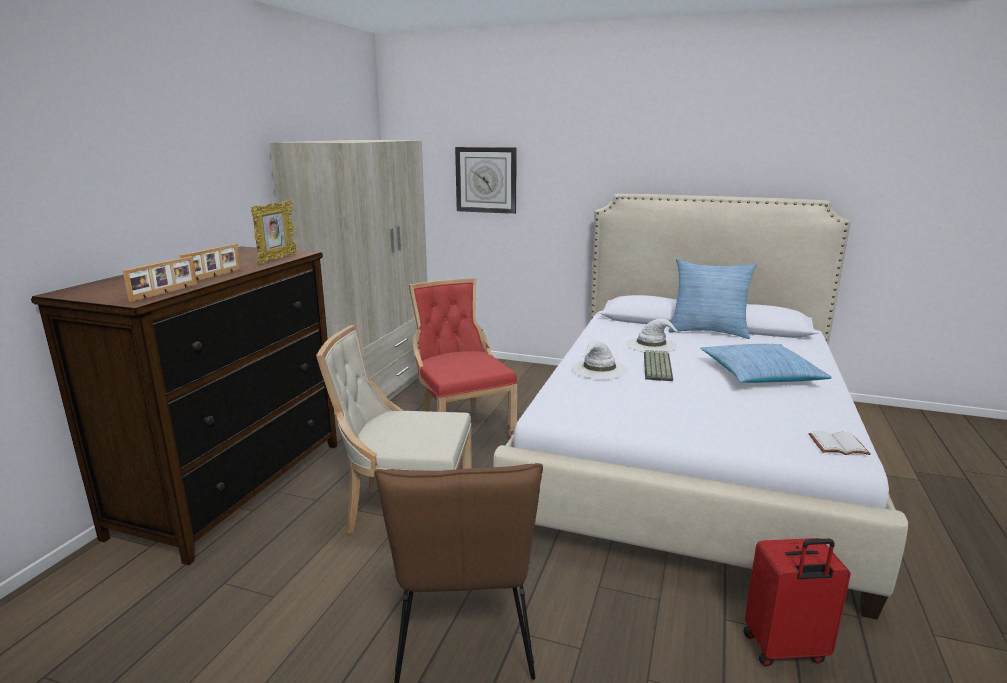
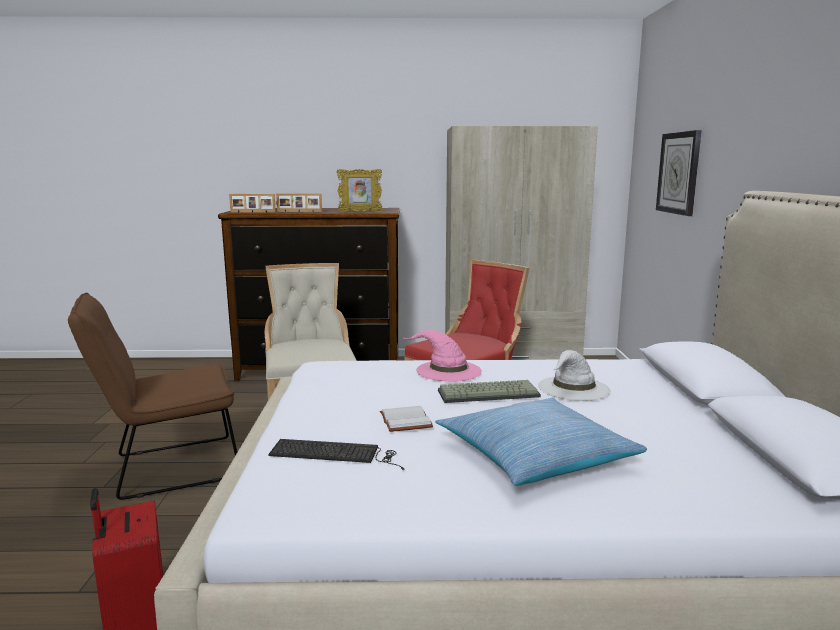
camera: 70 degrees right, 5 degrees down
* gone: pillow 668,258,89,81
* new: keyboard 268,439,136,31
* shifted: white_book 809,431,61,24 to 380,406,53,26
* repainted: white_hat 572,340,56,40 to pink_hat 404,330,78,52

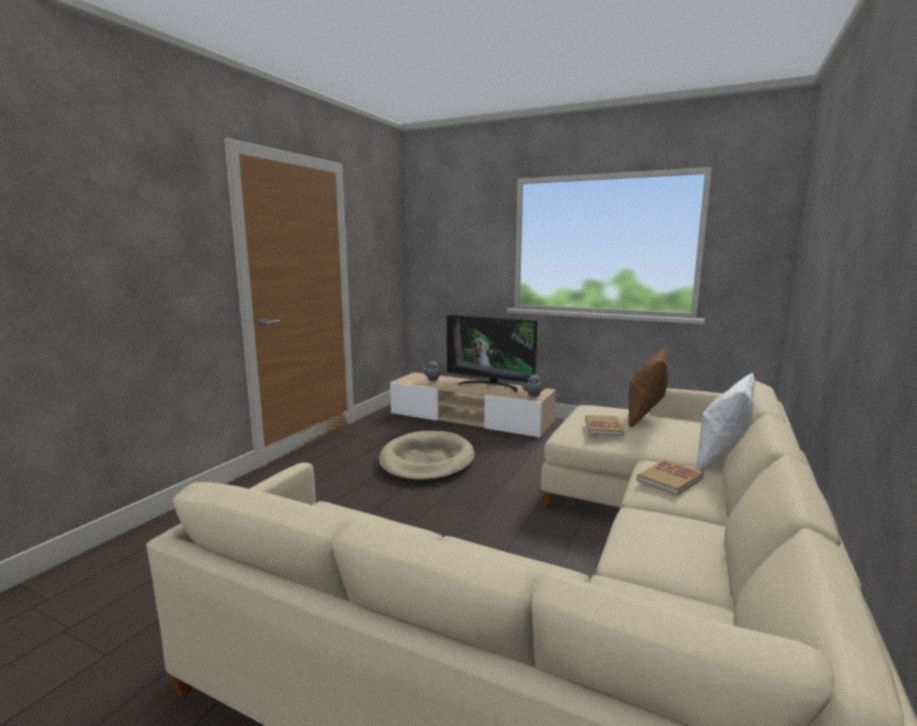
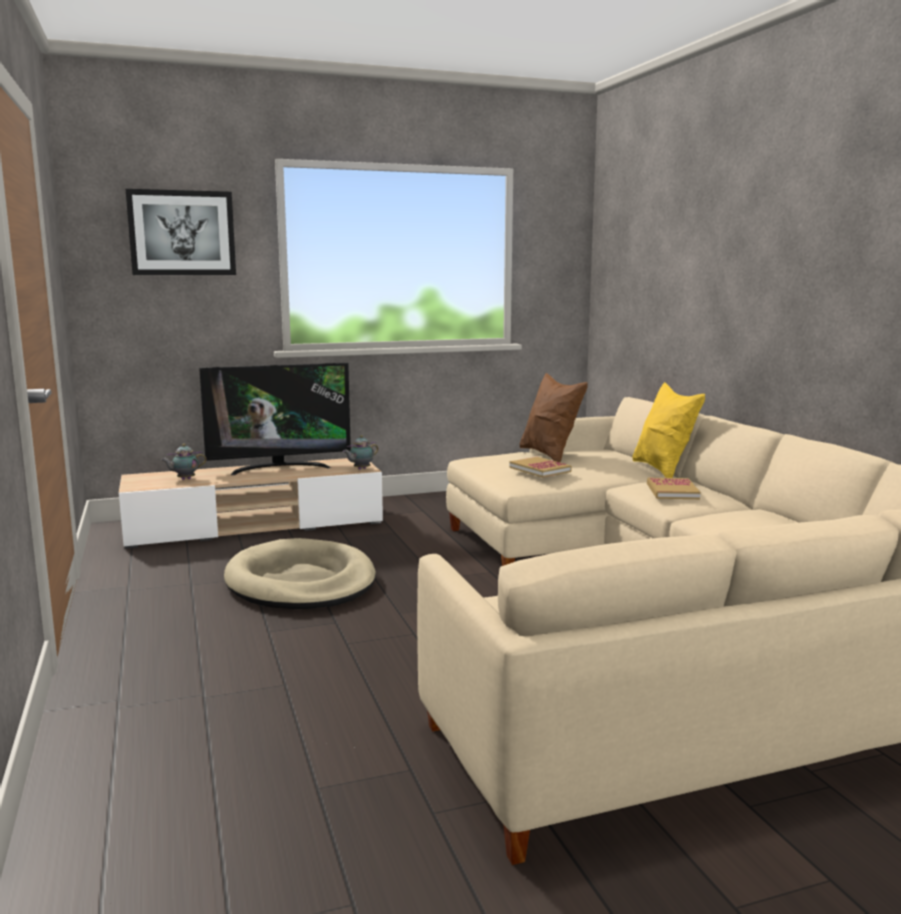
camera: 45 degrees left, 0 degrees up
* new: picture 126,189,110,86
* repainted: white_pillow 697,373,58,96 to yellow_pillow 632,382,73,96

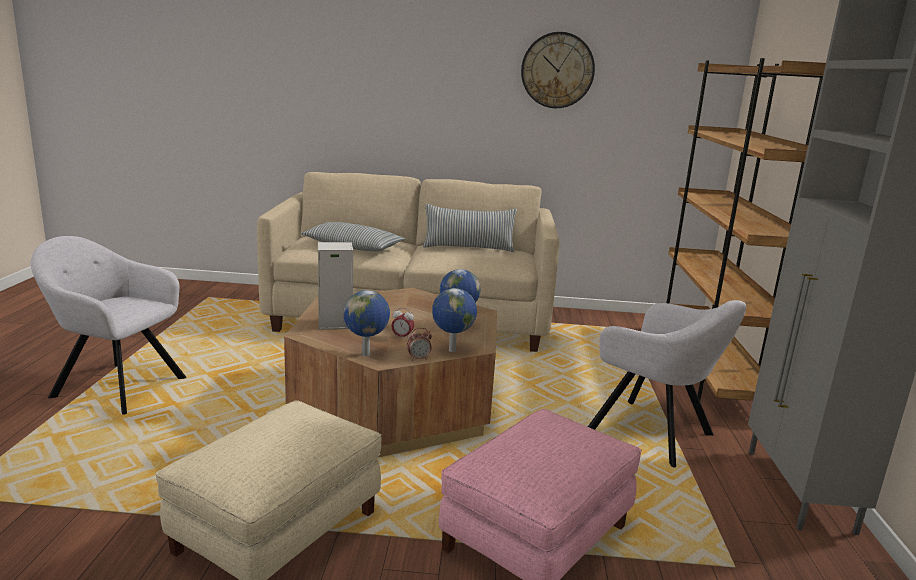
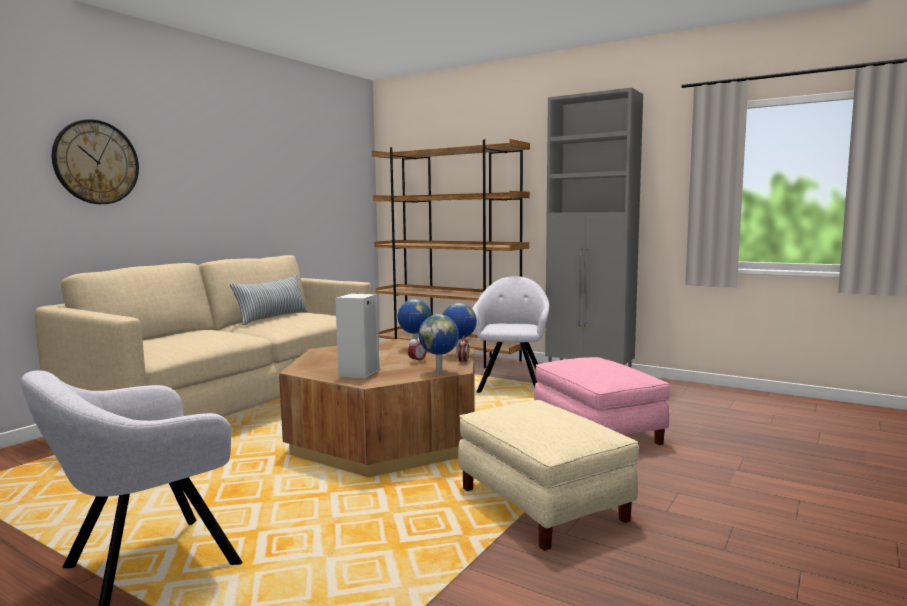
camera: 60 degrees left, 10 degrees down
* gone: pillow 301,222,104,29
* shifted: wall_clock 521,32,74,76 to 52,119,87,85
* rotated: grey_armchair 588,300,158,168 = 472,276,77,117 60 degrees counterclockwise

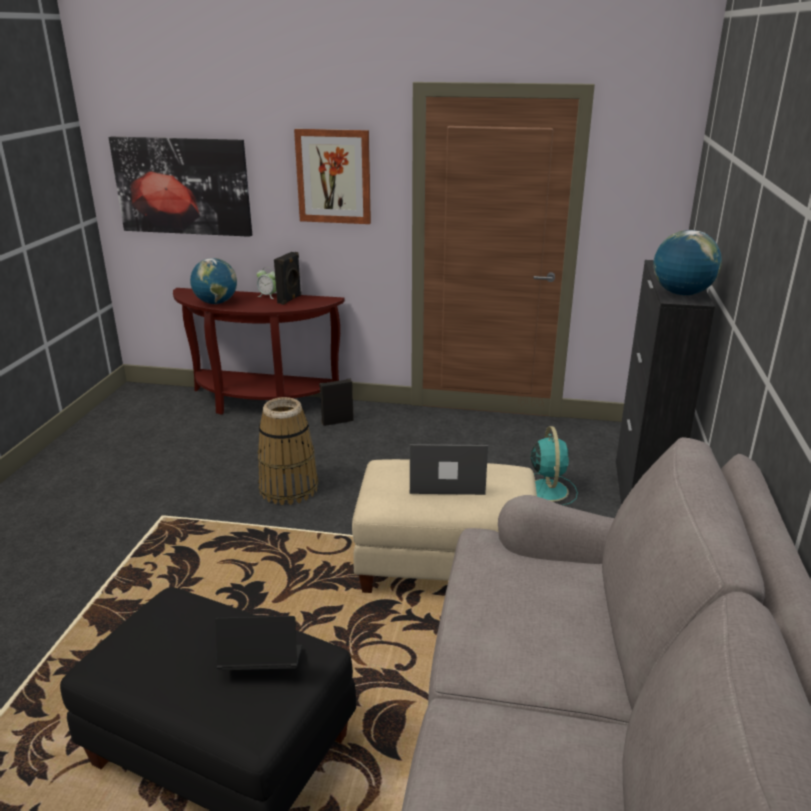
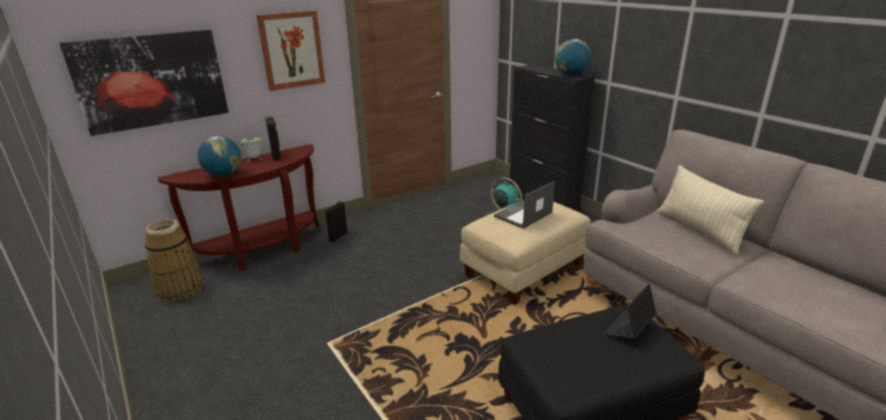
camera: 45 degrees left, 0 degrees up
* new: beige_pillow 658,165,106,90
* shifted: basket 257,397,61,108 to 145,219,60,83

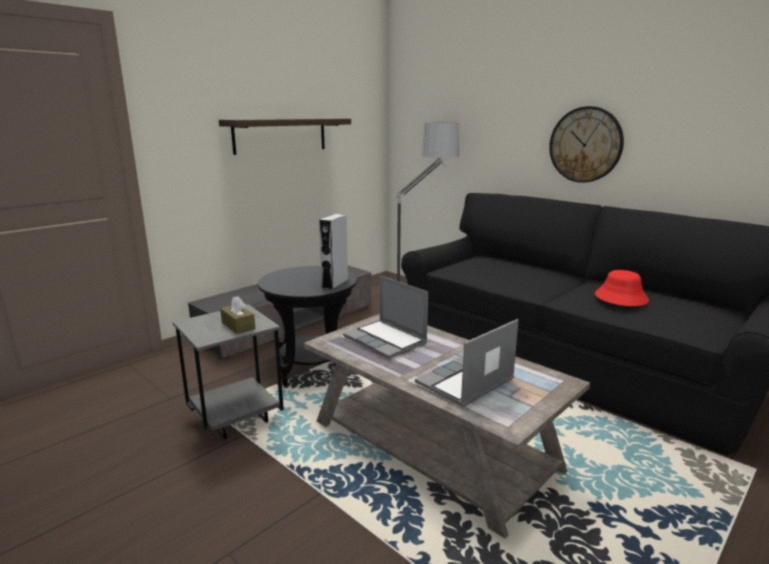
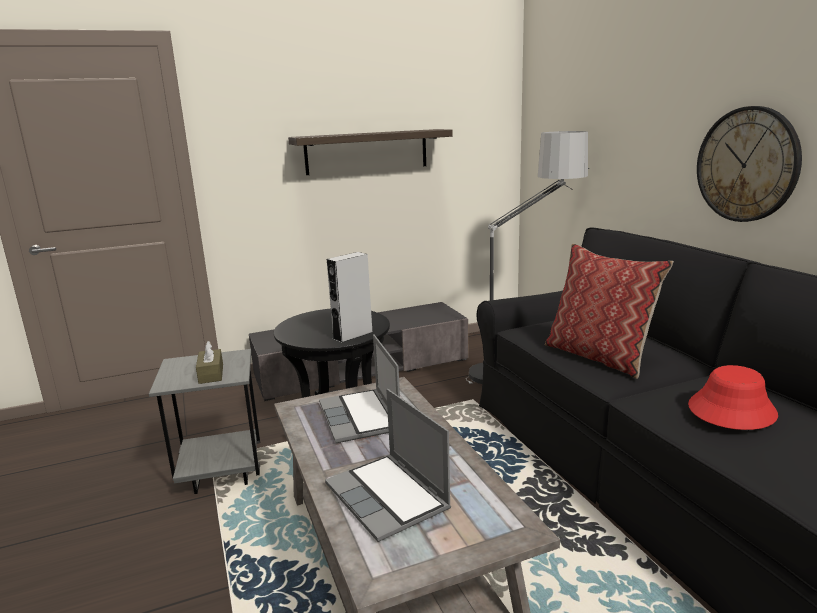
camera: 25 degrees right, 0 degrees up
* new: pillow 545,244,129,135
* rotated: laptop 415,319,103,88 = 325,389,126,153 105 degrees counterclockwise

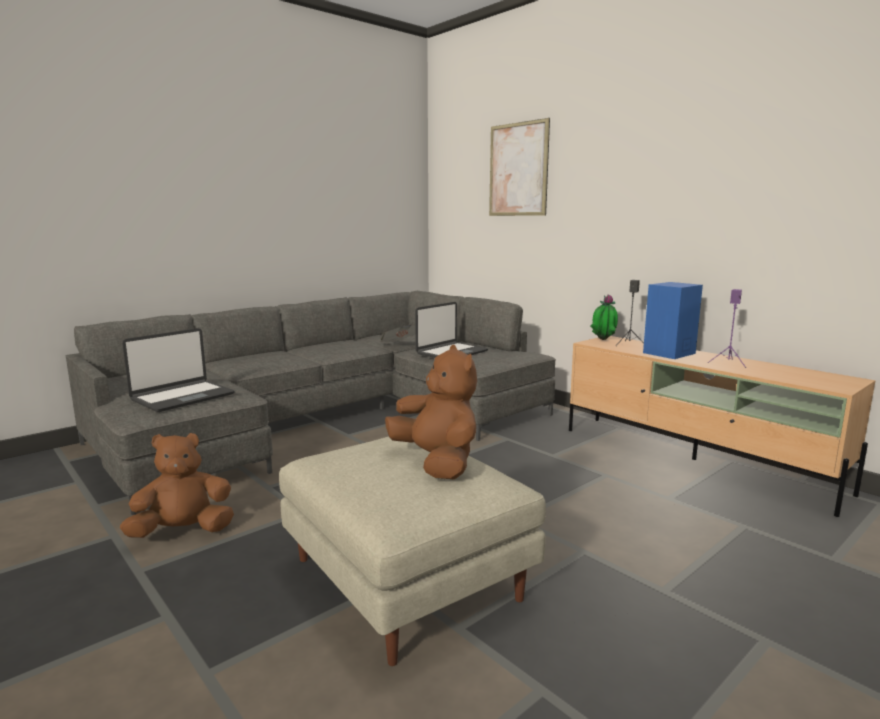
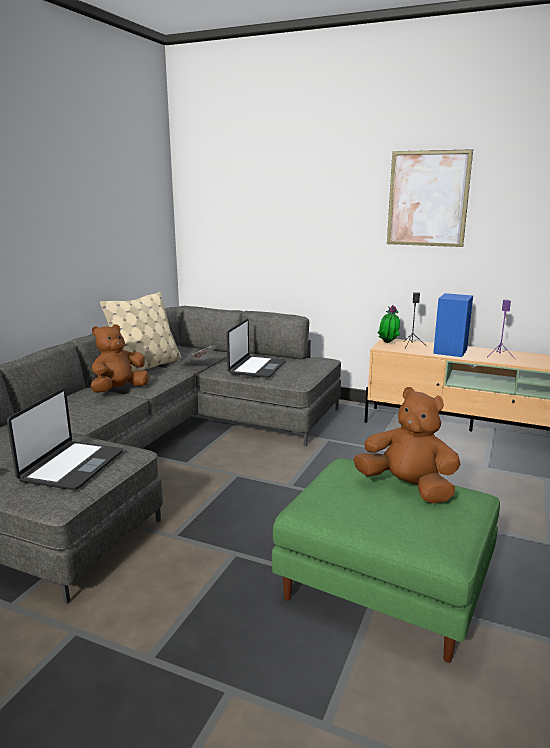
camera: 25 degrees left, 5 degrees up
* new: beige_pillow 100,292,81,79
* shifted: brown_plush_toy 120,433,114,105 to 91,324,58,69
* shifted: picture 489,118,61,98 to 387,149,86,98
* repainted: beige_ottoman 279,437,267,229 to green_ottoman 272,458,228,205

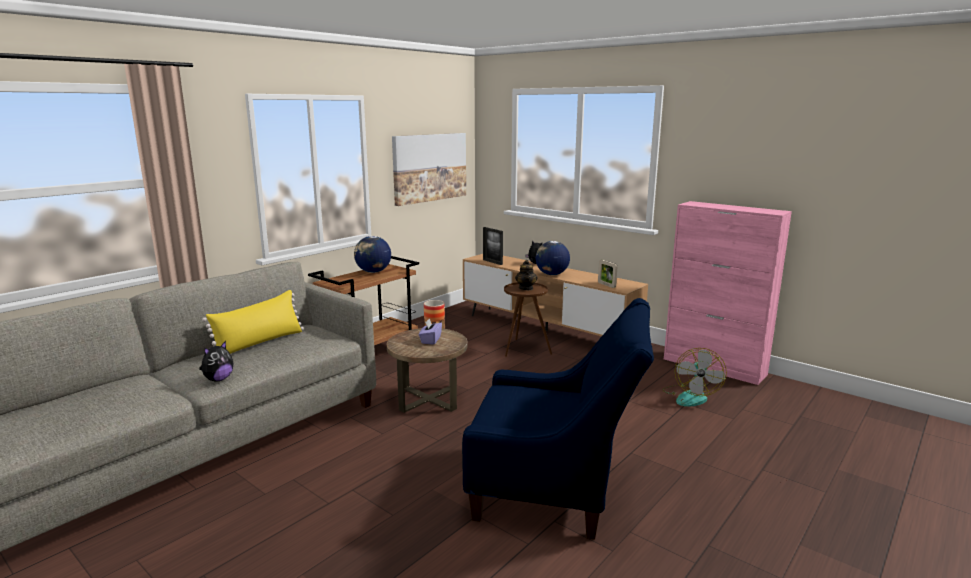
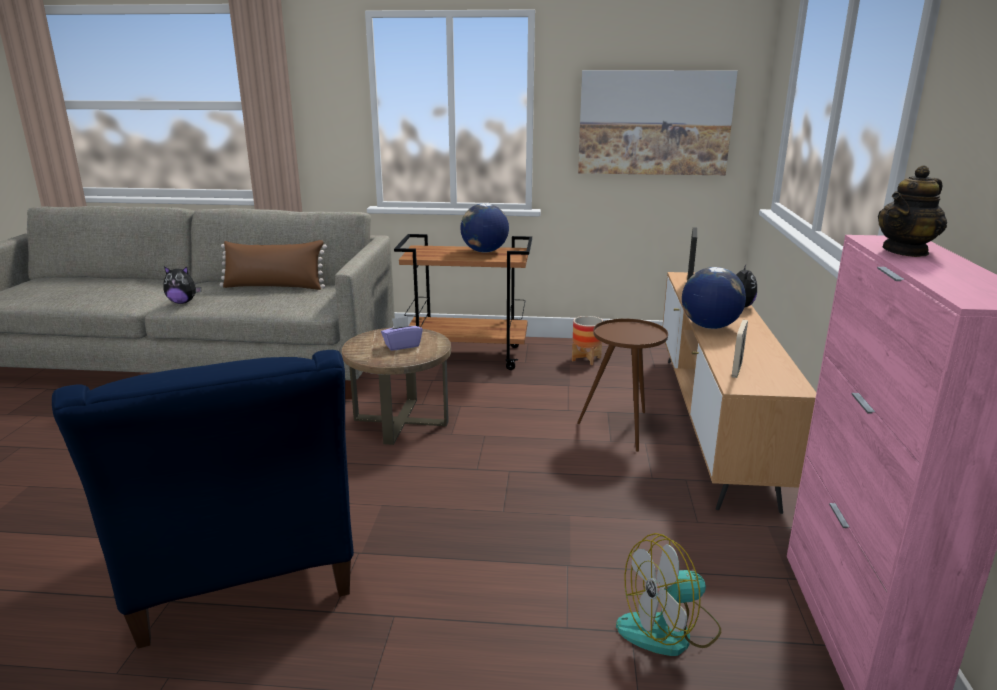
camera: 55 degrees right, 5 degrees up
* shifted: teapot 515,260,22,30 to 878,165,69,92
* repainted: yellow_pillow 202,290,102,64 to brown_pillow 220,240,107,50

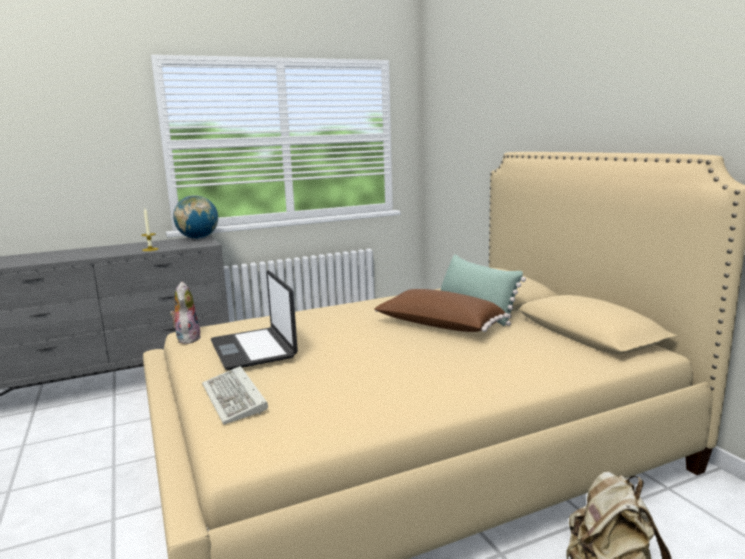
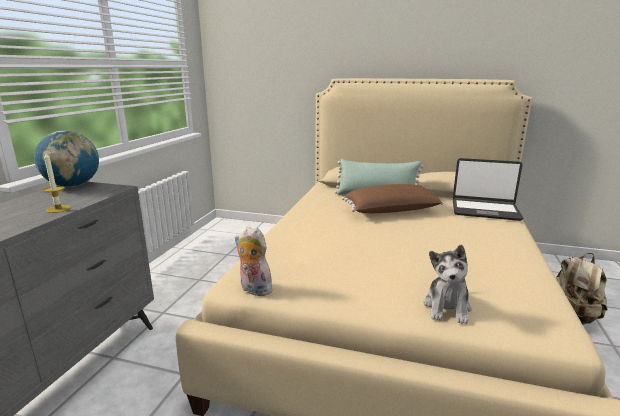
camera: 50 degrees left, 5 degrees up
* shifted: laptop 210,270,88,100 to 453,158,70,63
* swapped: keyboard 202,366,66,58 to plush_toy 424,244,48,80

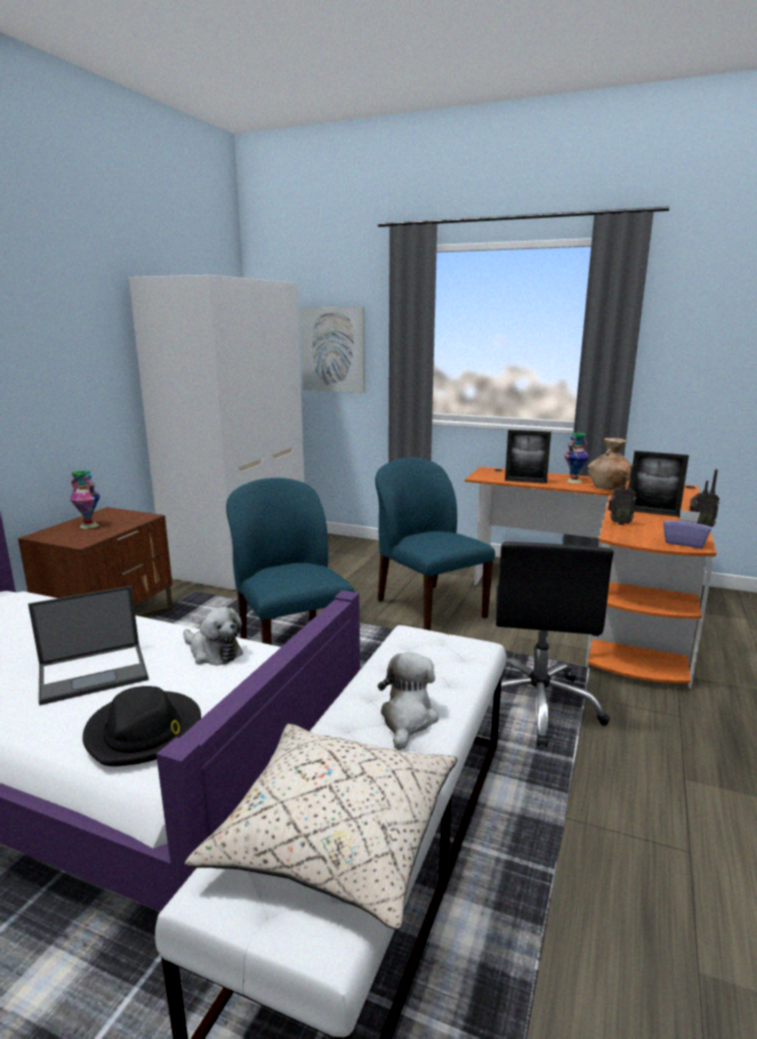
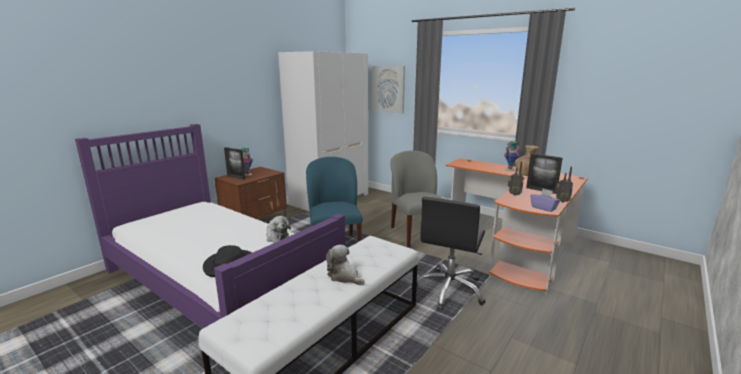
camera: 15 degrees right, 0 degrees up
* gone: laptop 28,586,121,119
* gone: beige_pillow 185,724,272,206
* shifted: picture_frame 505,430,46,54 to 224,147,21,33
* repainted: blue_chair 375,458,120,173 to grey_chair 390,150,54,98
* rotated: plush_toy 378,652,60,98 = 326,245,39,40 75 degrees counterclockwise

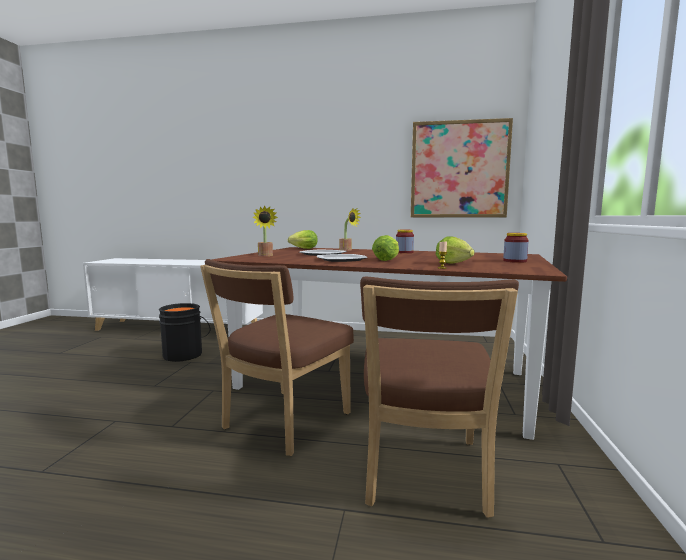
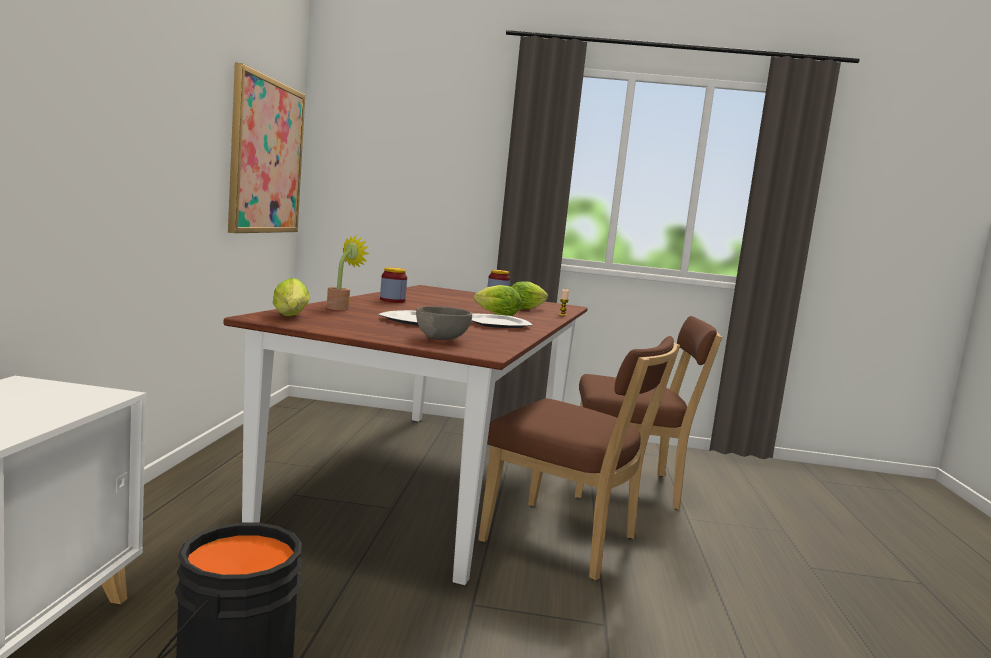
camera: 95 degrees left, 0 degrees up
* swapped: potted_plant 252,205,26,51 to grey_bowl 416,306,56,34

